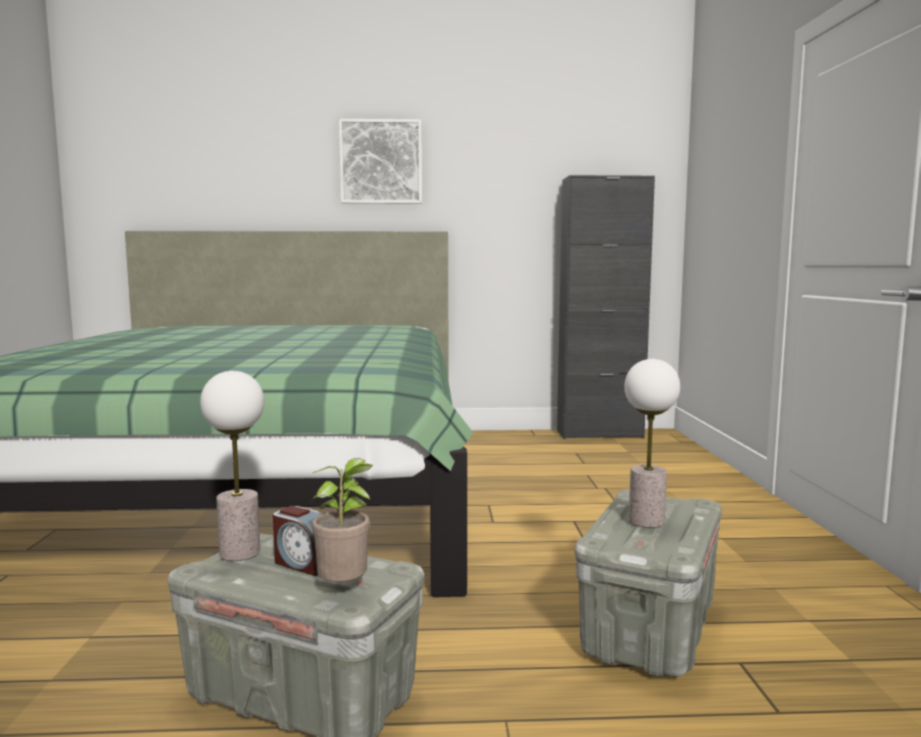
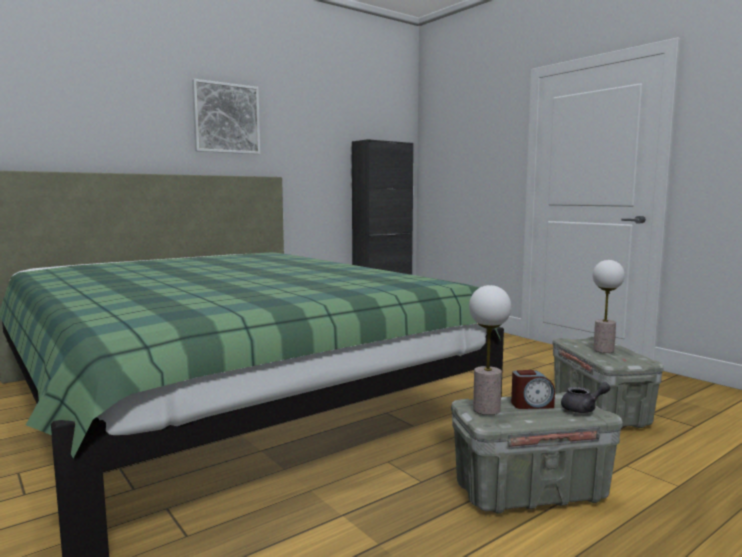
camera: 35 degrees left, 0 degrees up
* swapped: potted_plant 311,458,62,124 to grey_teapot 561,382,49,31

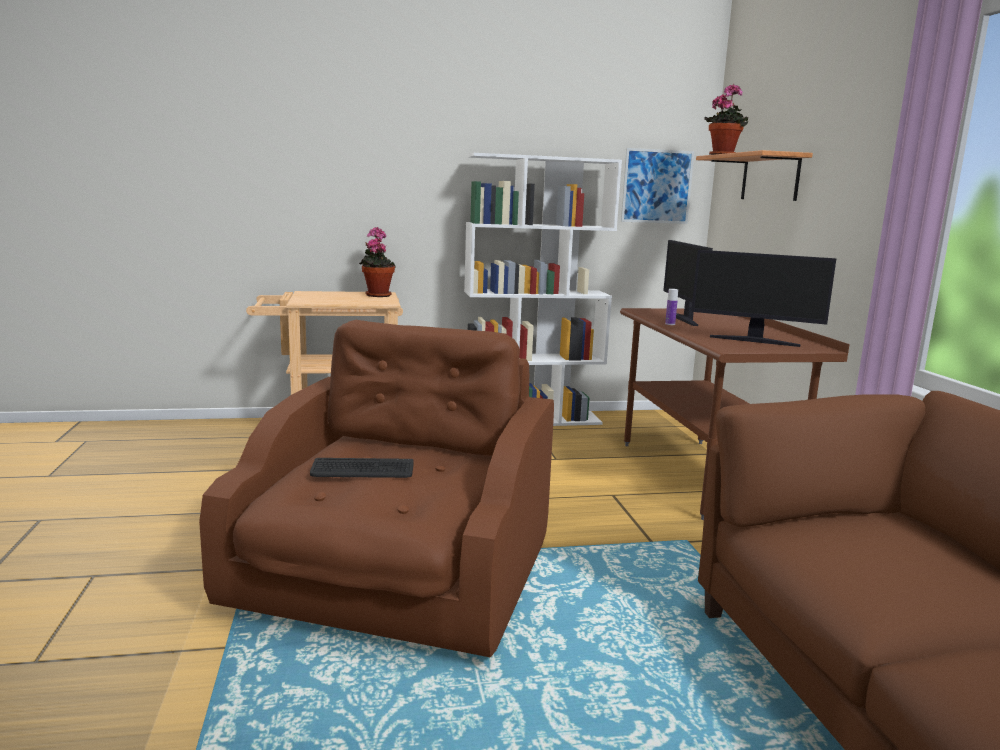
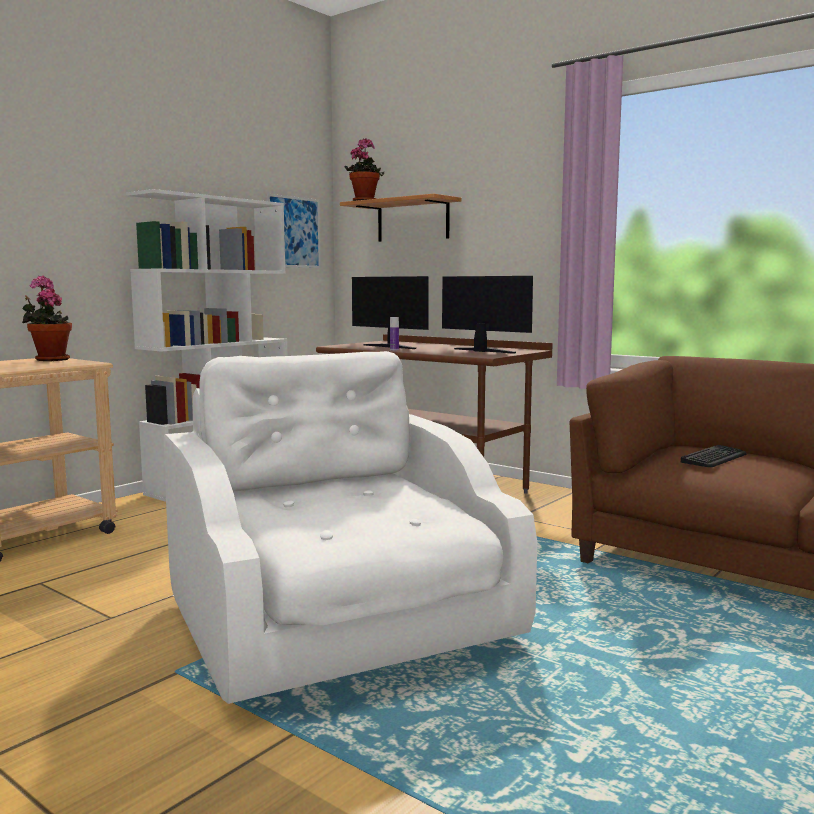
camera: 40 degrees left, 5 degrees down
* shifted: keyboard 310,458,104,20 to 681,445,65,22
* repainted: brown_armchair 199,320,355,337 to white_armchair 163,351,374,353
* rotated: monitor 691,250,145,97 = 442,276,91,78 120 degrees counterclockwise

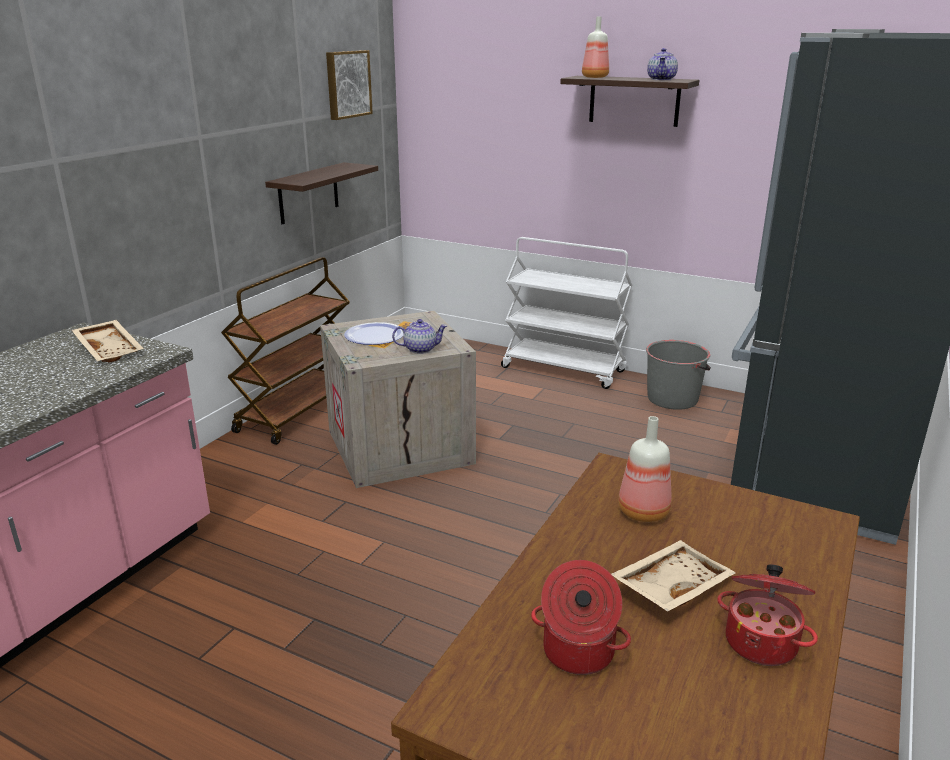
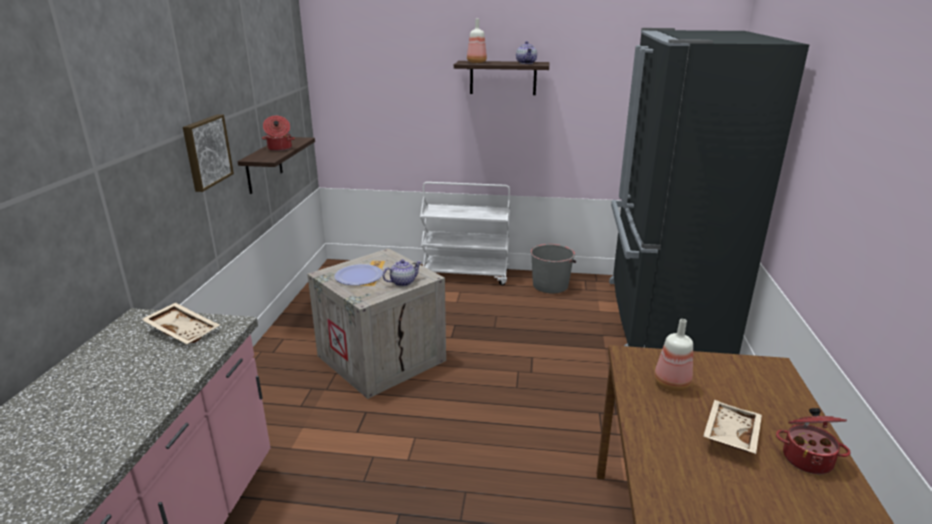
camera: 20 degrees left, 0 degrees up
* gone: brown_cart 221,257,129,188
* shifted: picture 326,50,47,70 to 183,114,51,78
* shifted: cooking_pot 531,560,100,115 to 262,116,33,35

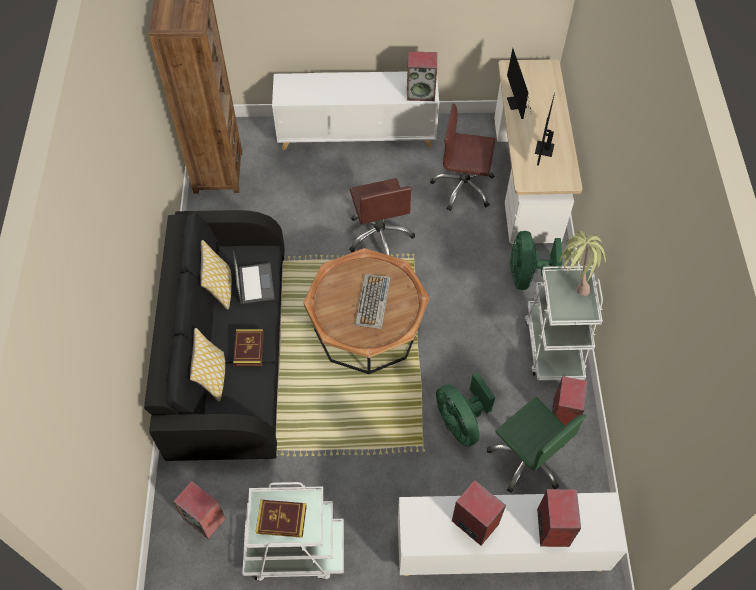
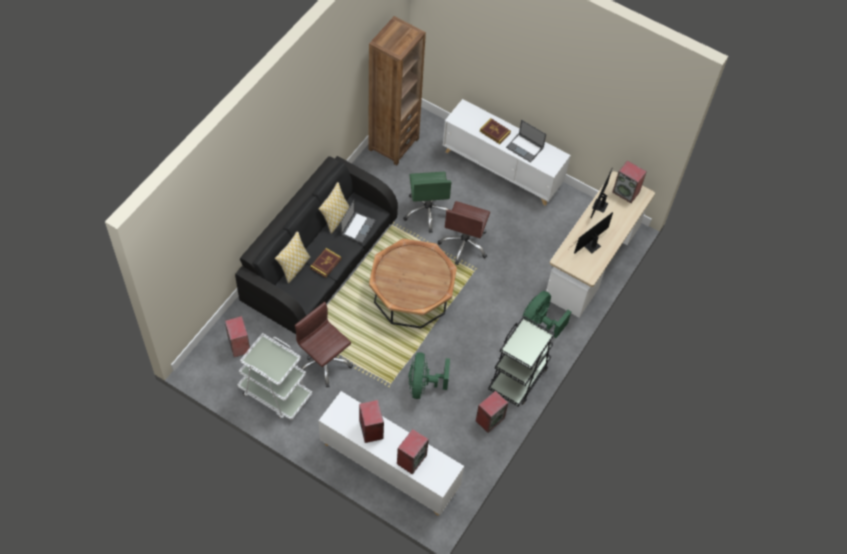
camera: 30 degrees right, 0 degrees up
* gone: keyboard 355,274,35,55
* gone: potted_plant 559,231,47,65
* new: laptop 506,120,40,43
* shifted: book 256,500,51,38 to 480,118,31,26
* shifted: speaker 407,52,30,49 to 612,160,35,43
* shifted: brown_office_chair 430,103,65,108 to 295,302,58,86
* shifted: green_office_chair 487,397,99,96 to 403,172,49,61
* repainted: white_cart 525,266,78,115 to black_cart 488,316,67,91

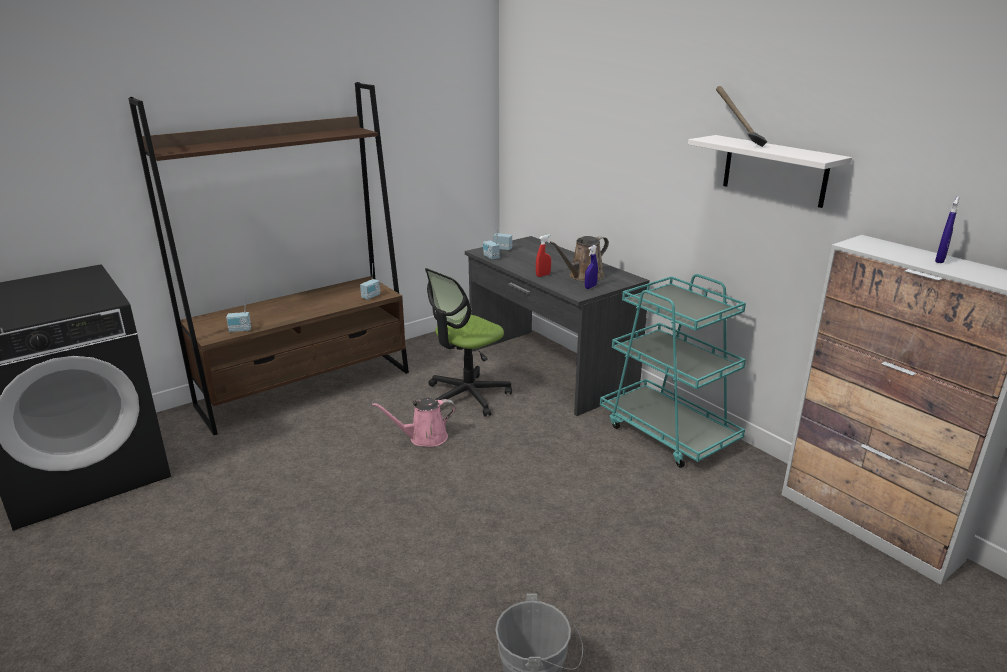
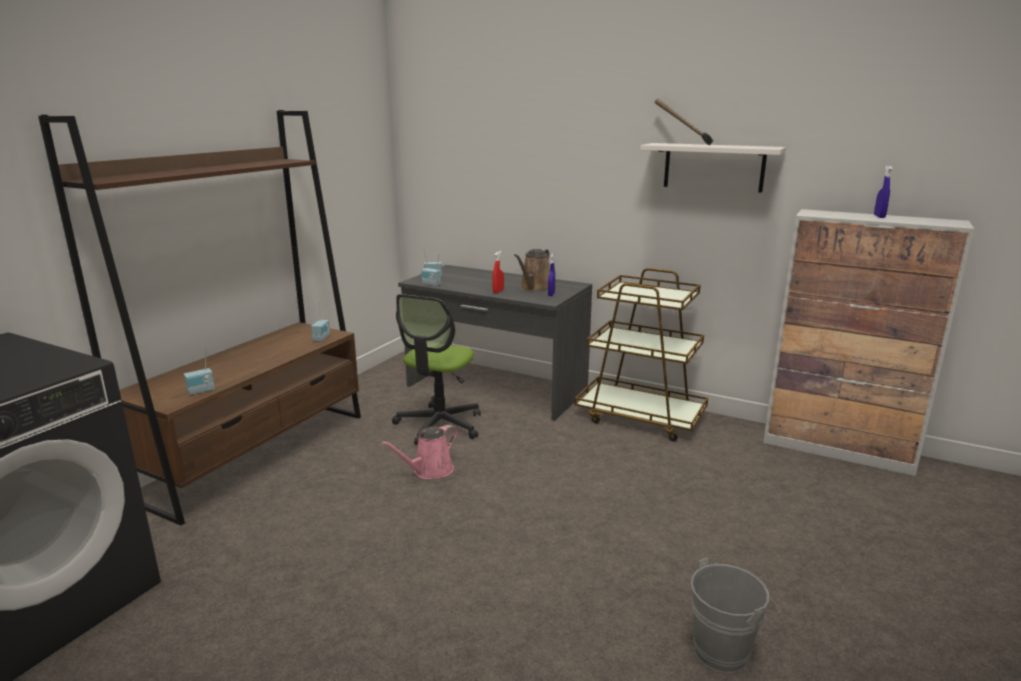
camera: 25 degrees left, 5 degrees down
* repainted: turquoise_cart 600,274,146,194 to brown_cart 574,268,134,173

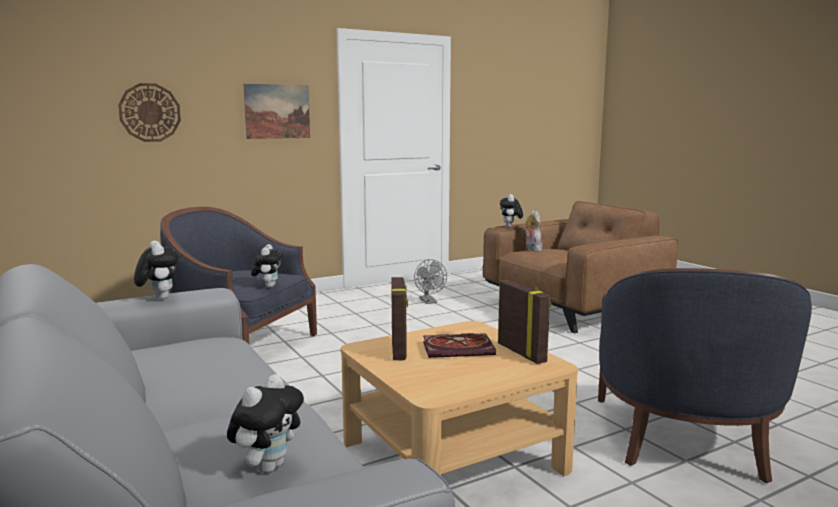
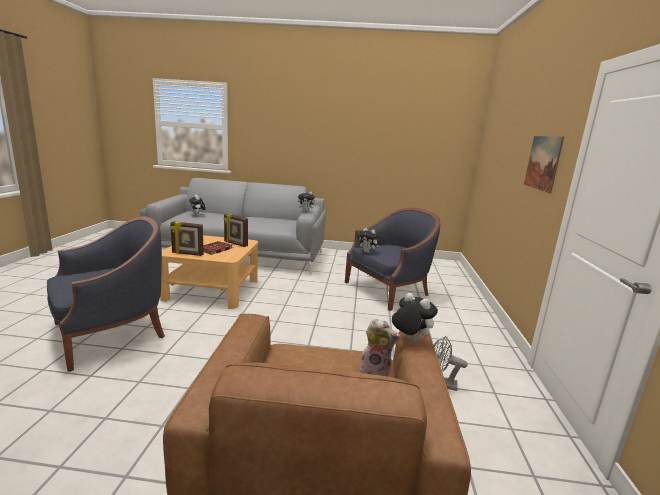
camera: 125 degrees right, 5 degrees up
* gone: wall_clock 118,83,63,59
* rotated: blue_armchair 598,268,214,215 = 47,216,118,156 90 degrees clockwise

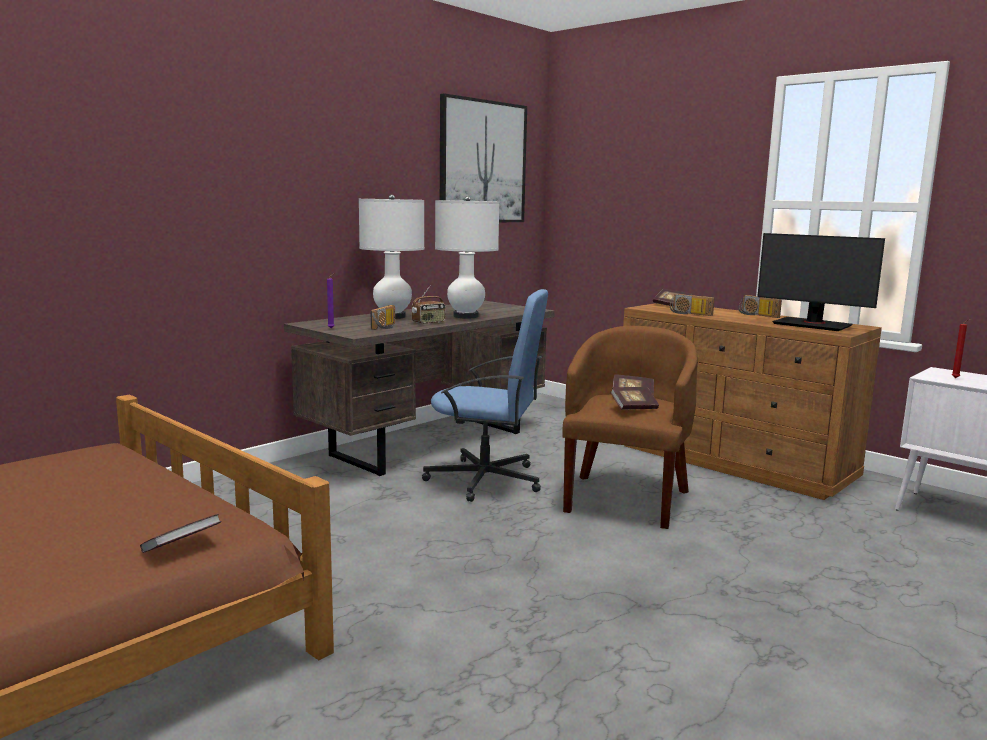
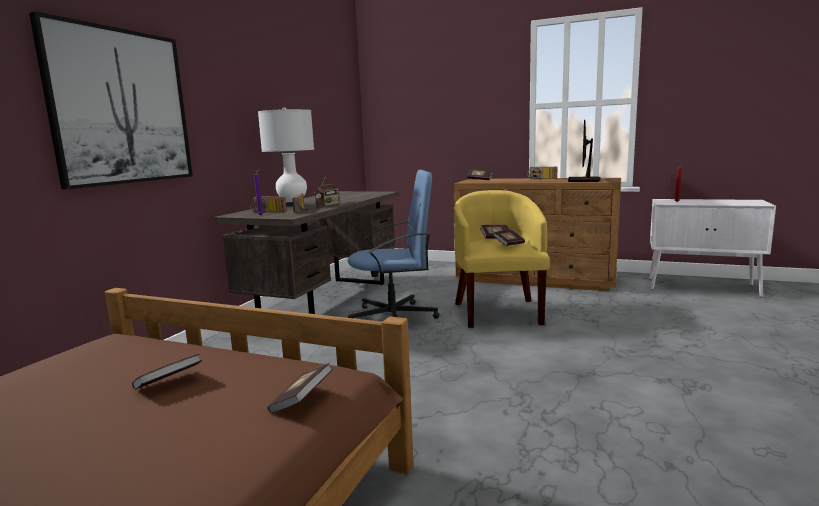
camera: 20 degrees left, 0 degrees up
* gone: white_table_lamp 435,196,64,123
* new: book 132,354,70,36
* shifted: picture 440,93,87,129 to 29,11,164,179
* shifted: radio 670,294,44,22 to 250,196,37,17
* repainted: brown_armchair 562,326,136,203 to yellow_armchair 454,190,96,138
* rotated: monitor 757,233,128,98 = 568,120,33,62 90 degrees clockwise

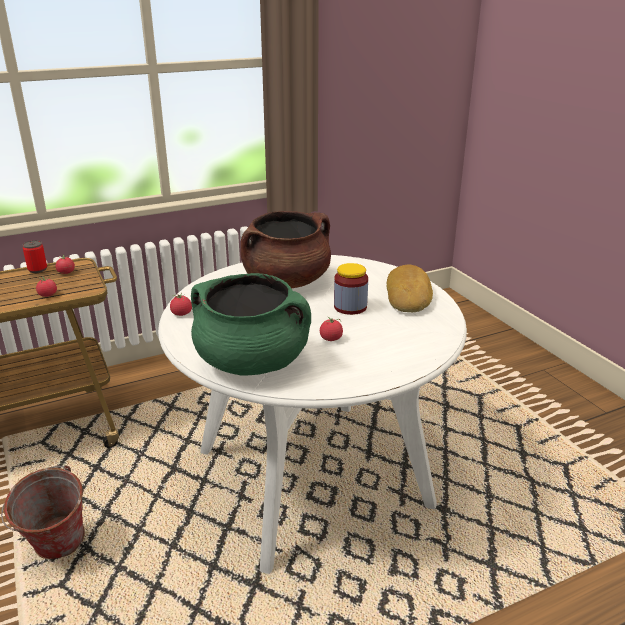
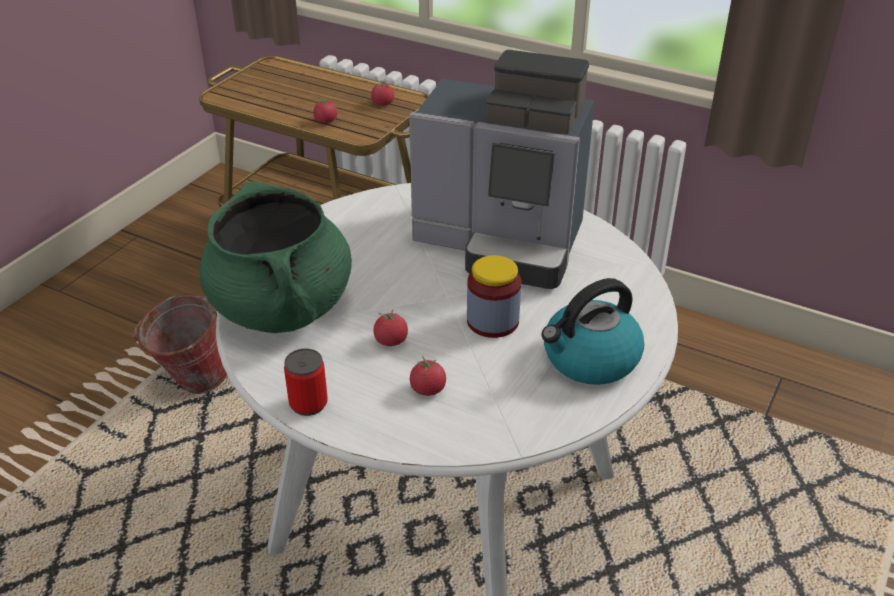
camera: 55 degrees right, 10 degrees up
* shifted: can 23,240,24,33 to 284,349,44,67
* shifted: tomato 170,293,22,23 to 410,356,36,40
* swapped: brown_cooking_pot 240,211,91,77 to coffee_machine 409,50,186,239
* swapped: bread 387,265,46,47 to kettle 541,278,103,107

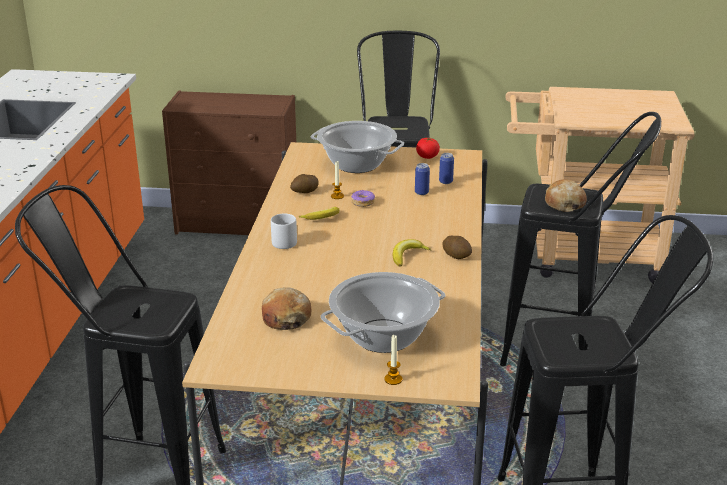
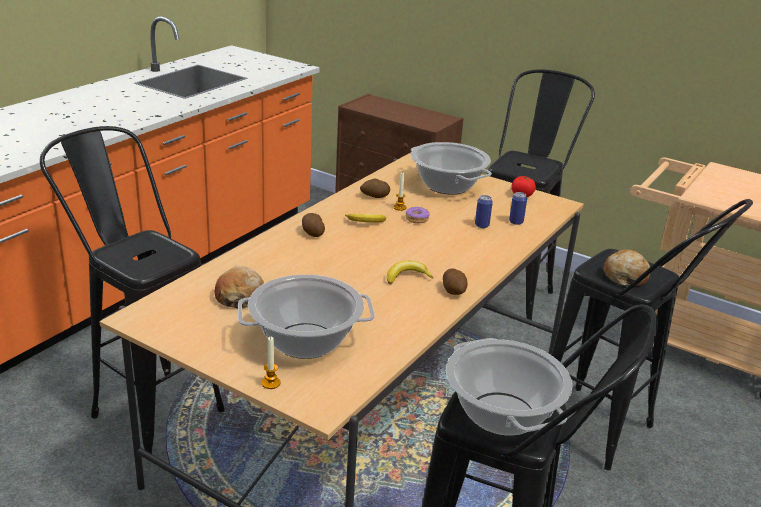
camera: 25 degrees right, 0 degrees up
* new: cooking_pot 446,338,126,98
* swapped: grey_mug 271,214,26,35 to potato 302,213,23,24

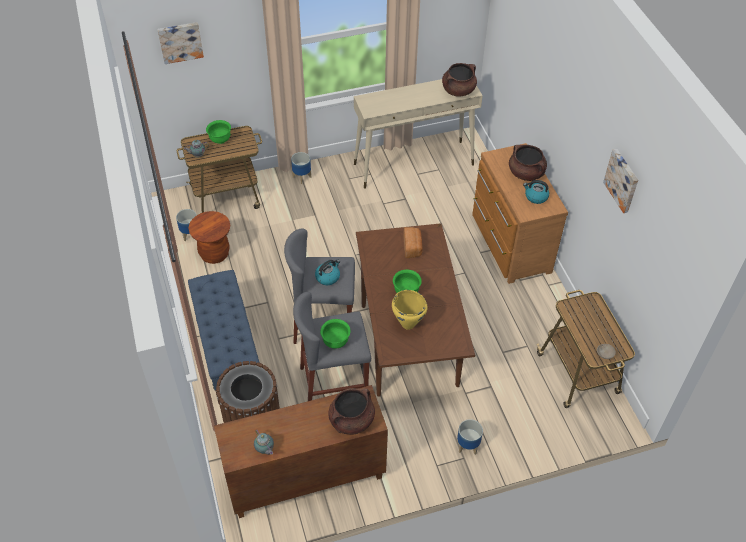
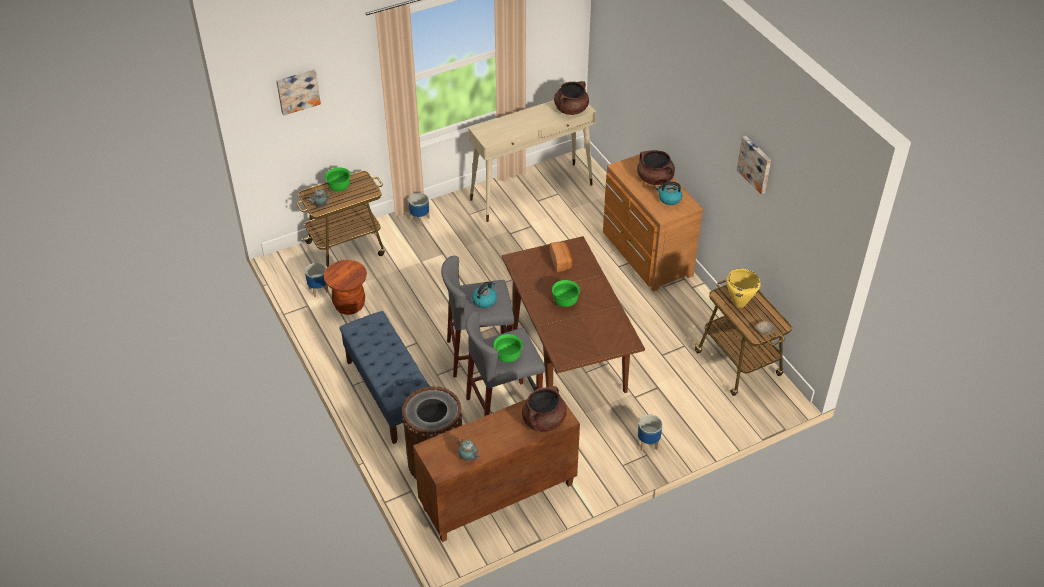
camera: 10 degrees left, 5 degrees down
* shifted: yellow_cooking_pot 392,290,35,40 to 726,269,35,39

